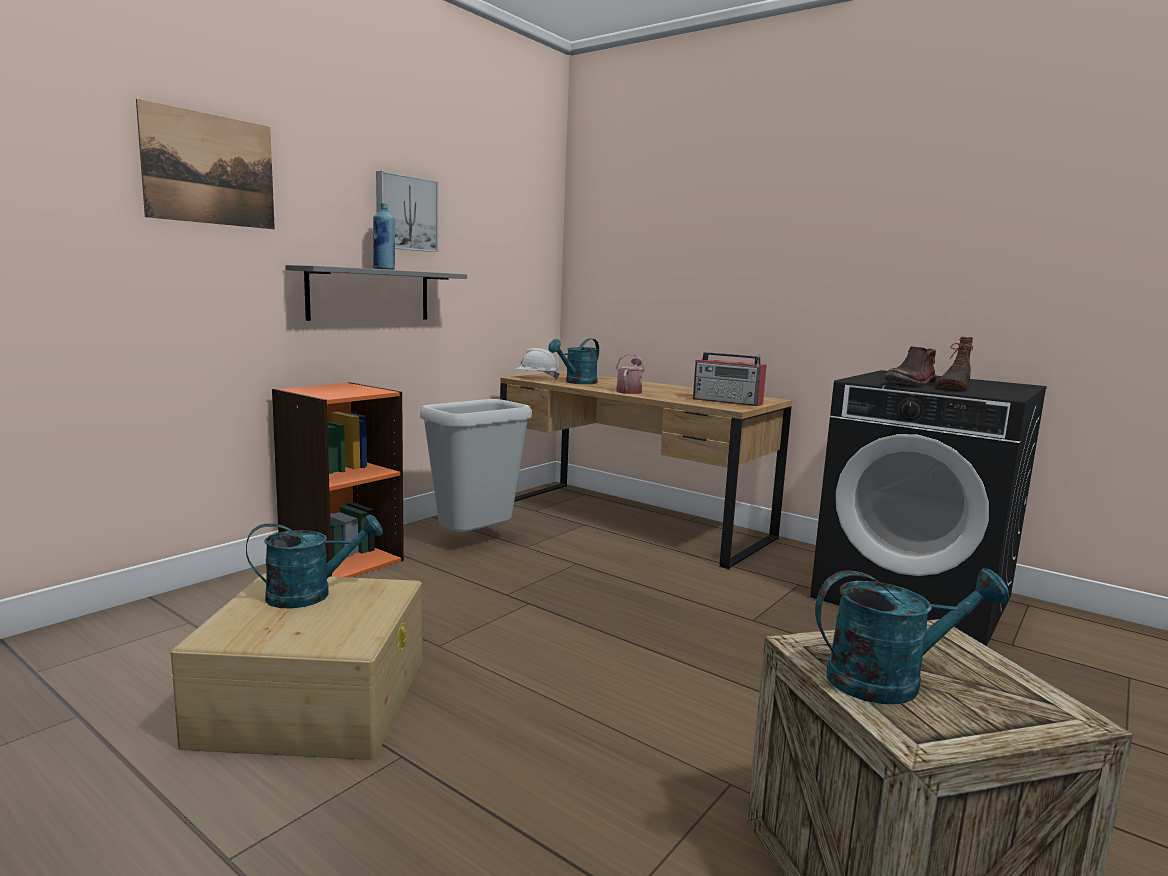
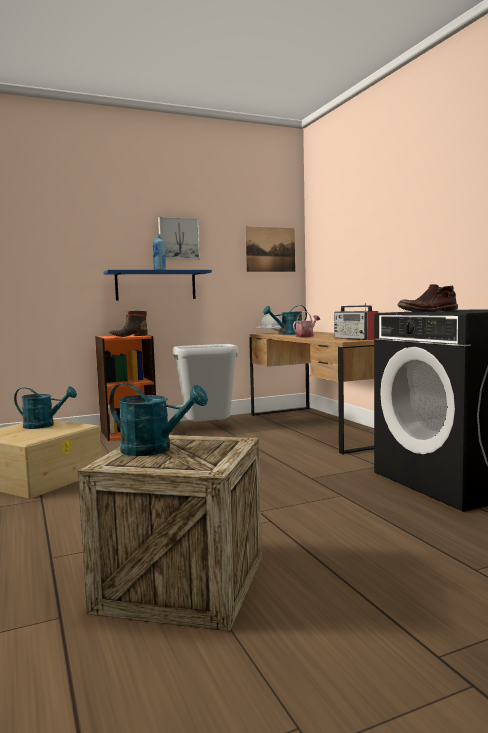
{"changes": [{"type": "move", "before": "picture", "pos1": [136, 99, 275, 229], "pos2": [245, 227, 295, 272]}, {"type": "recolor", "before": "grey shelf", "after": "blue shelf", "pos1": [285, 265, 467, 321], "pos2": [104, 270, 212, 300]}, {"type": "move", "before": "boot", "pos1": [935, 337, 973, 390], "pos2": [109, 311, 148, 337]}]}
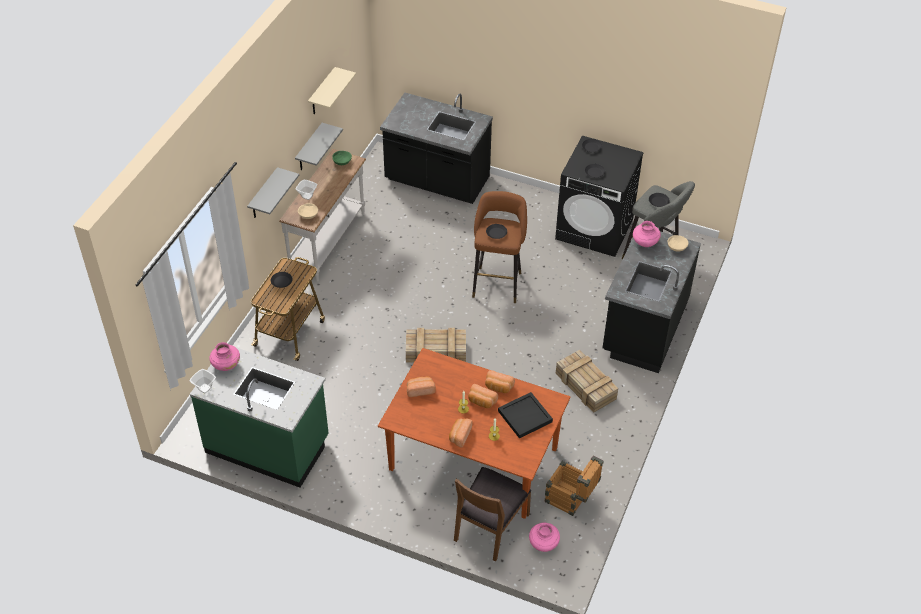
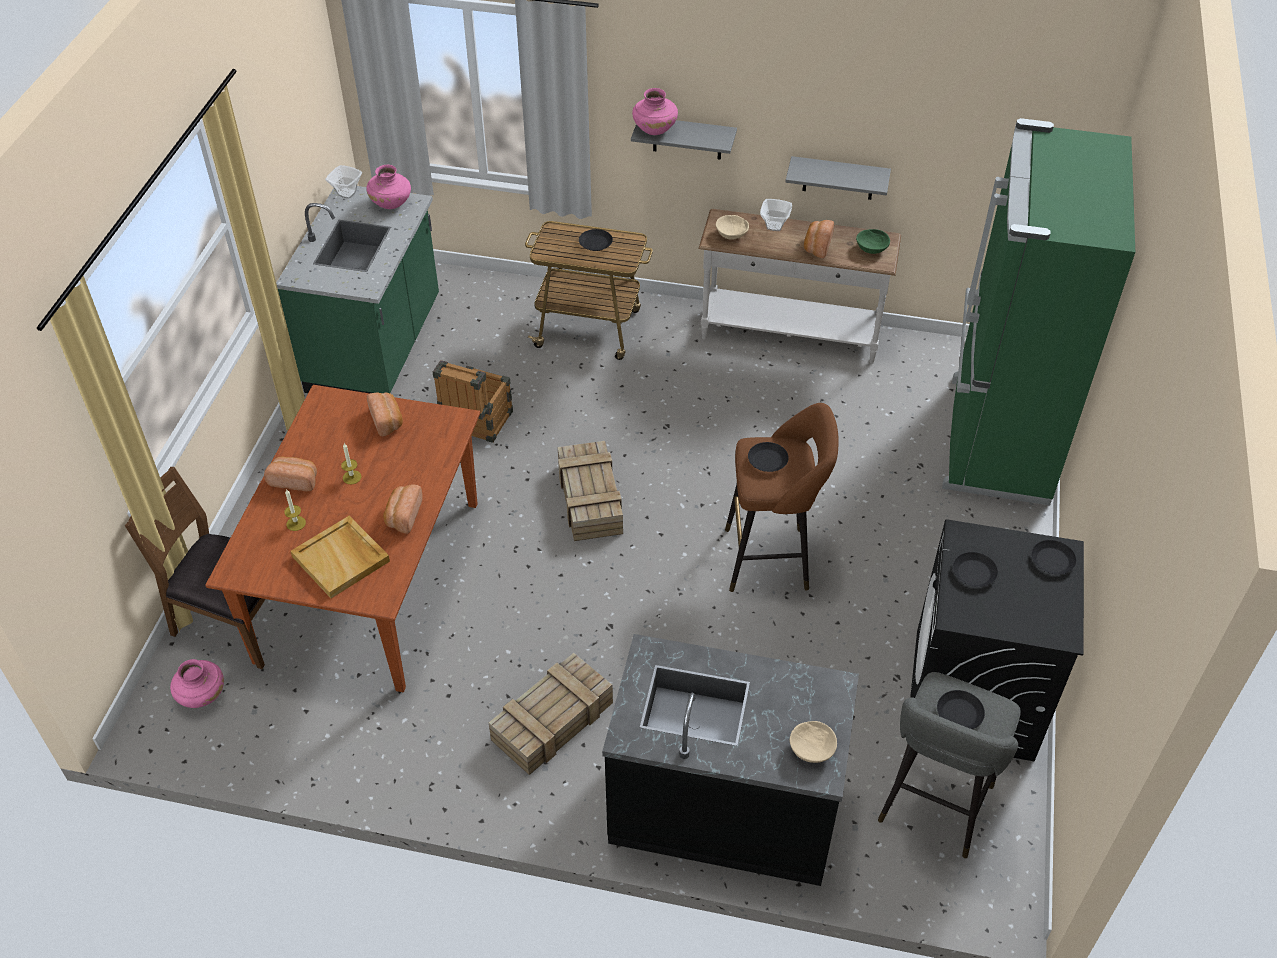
{"changes": [{"type": "delete", "before": "beige shelf", "pos1": [308, 67, 356, 114]}, {"type": "replace", "before": "black counter", "after": "green fridge", "pos1": [380, 93, 493, 204], "pos2": [942, 118, 1135, 505]}, {"type": "move", "before": "bread", "pos1": [468, 384, 498, 408], "pos2": [804, 220, 834, 258]}, {"type": "recolor", "before": "black tray", "after": "beige tray", "pos1": [498, 392, 553, 439], "pos2": [291, 516, 390, 598]}, {"type": "move", "before": "crate", "pos1": [545, 456, 604, 516], "pos2": [433, 360, 513, 443]}, {"type": "move", "before": "pink vase", "pos1": [633, 221, 661, 247], "pos2": [632, 88, 678, 135]}]}
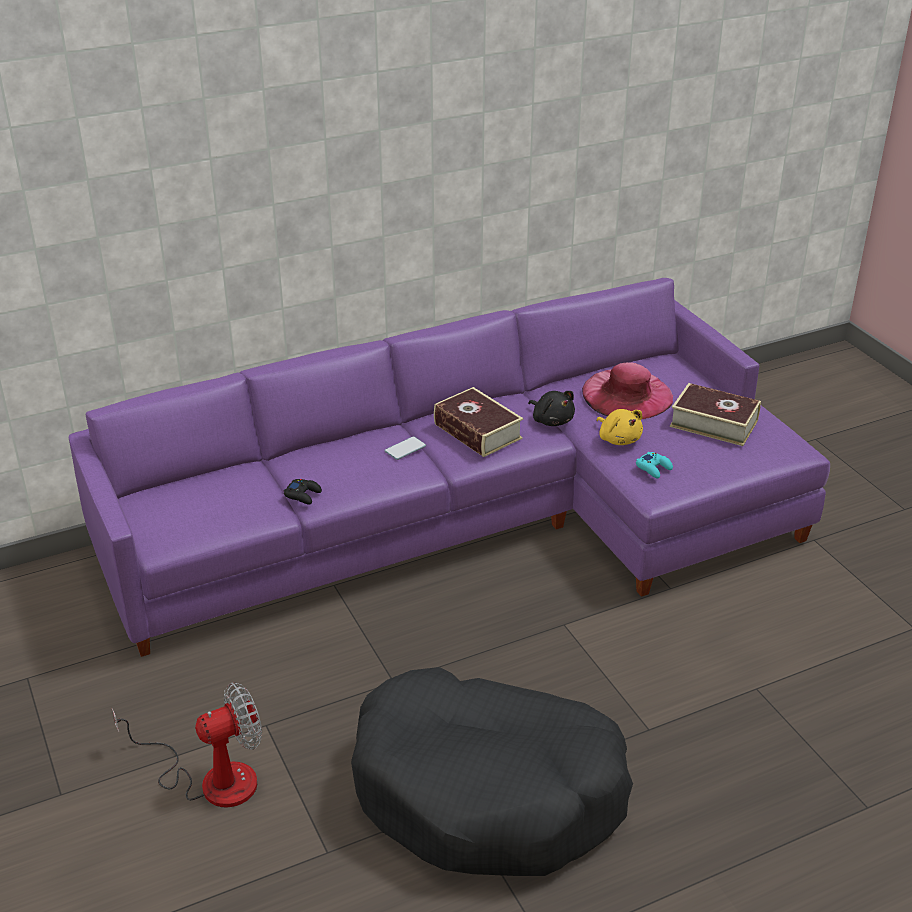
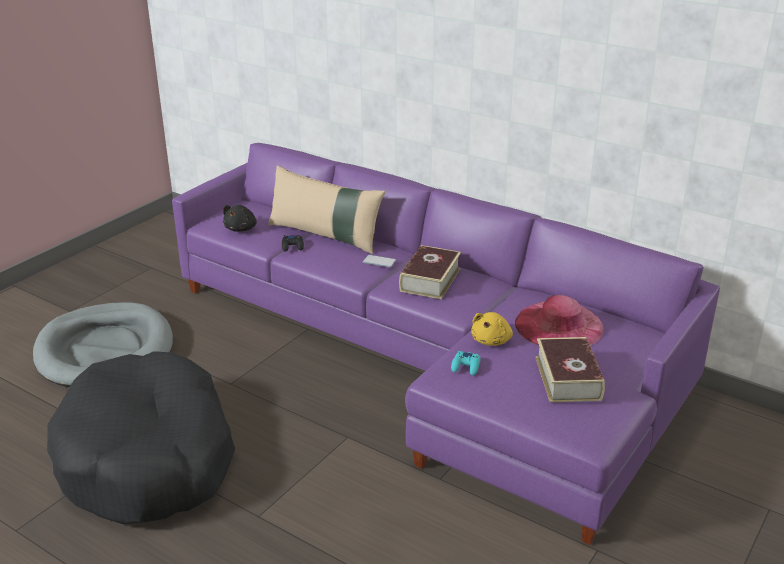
{"changes": [{"type": "replace", "before": "fan", "after": "grey dog bed", "pos1": [112, 682, 262, 807], "pos2": [33, 302, 173, 387]}, {"type": "move", "before": "black plush toy", "pos1": [528, 391, 575, 426], "pos2": [223, 205, 257, 232]}, {"type": "insert", "after": "beige pillow", "pos2": [268, 165, 385, 254]}]}
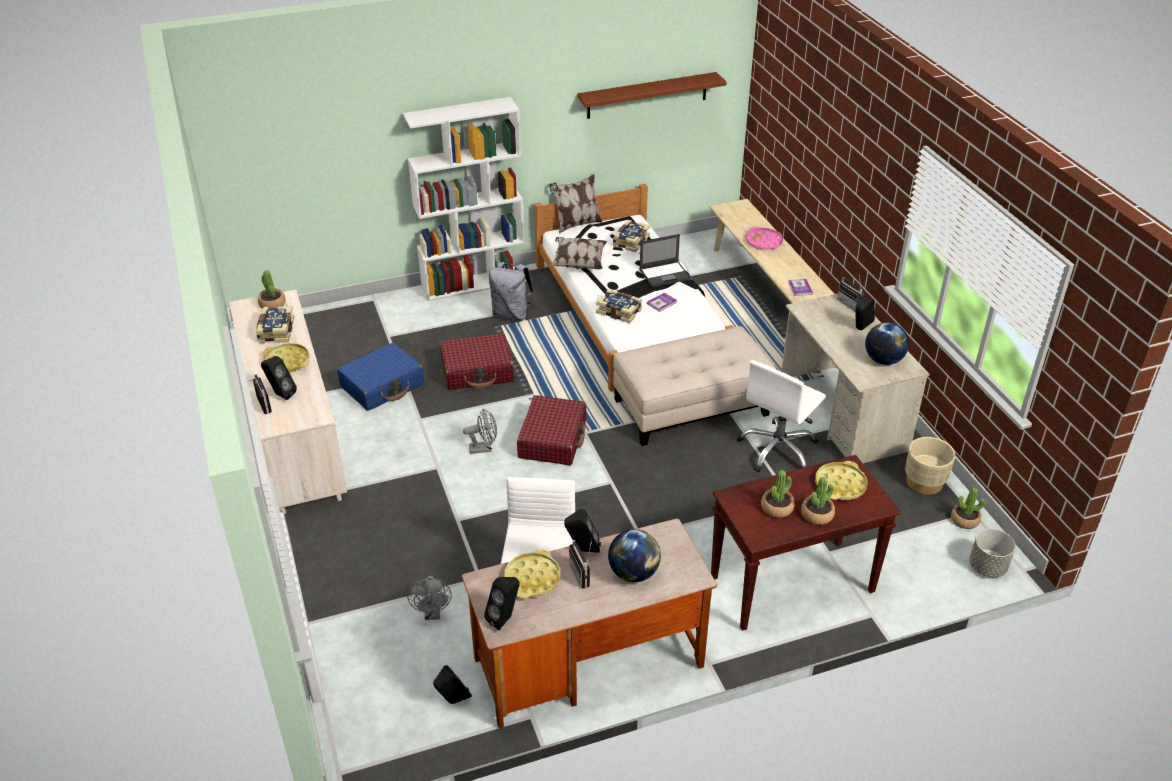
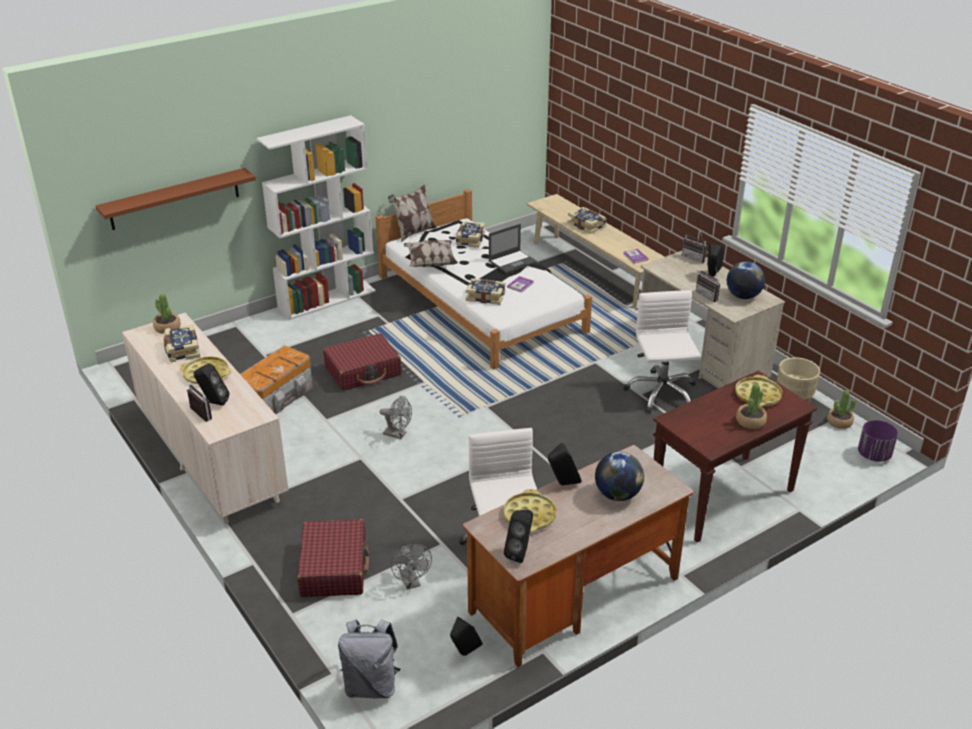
{"changes": [{"type": "replace", "before": "blue suitcase", "after": "storage box", "pos1": [337, 343, 424, 411], "pos2": [240, 345, 313, 414]}, {"type": "rotate", "before": "grey fan", "pos1": [463, 408, 497, 454], "pos2": [380, 396, 412, 439], "turn": 45}, {"type": "move", "before": "grey backpack", "pos1": [489, 262, 534, 320], "pos2": [338, 619, 400, 698]}, {"type": "move", "before": "red suitcase", "pos1": [517, 395, 586, 465], "pos2": [298, 519, 369, 597]}, {"type": "move", "before": "radio", "pos1": [569, 539, 592, 589], "pos2": [696, 265, 720, 302]}, {"type": "move", "before": "brown shelf", "pos1": [577, 72, 727, 119], "pos2": [95, 168, 256, 230]}, {"type": "delete", "before": "beige ottoman", "pos1": [613, 326, 777, 446]}, {"type": "rotate", "before": "white office chair", "pos1": [737, 360, 826, 472], "pos2": [624, 290, 701, 413], "turn": 150}, {"type": "replace", "before": "pink tray", "after": "book", "pos1": [745, 227, 783, 250], "pos2": [568, 207, 607, 234]}, {"type": "delete", "before": "potted plant", "pos1": [761, 470, 794, 518]}, {"type": "recolor", "before": "grey planter", "after": "purple planter", "pos1": [969, 529, 1015, 578], "pos2": [858, 420, 898, 462]}]}
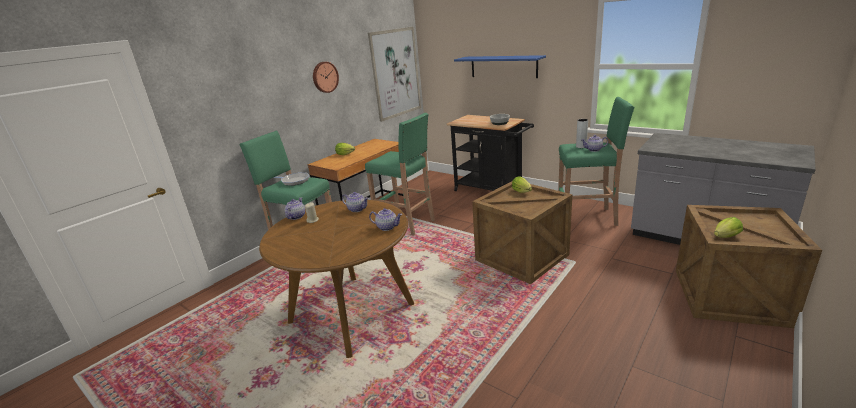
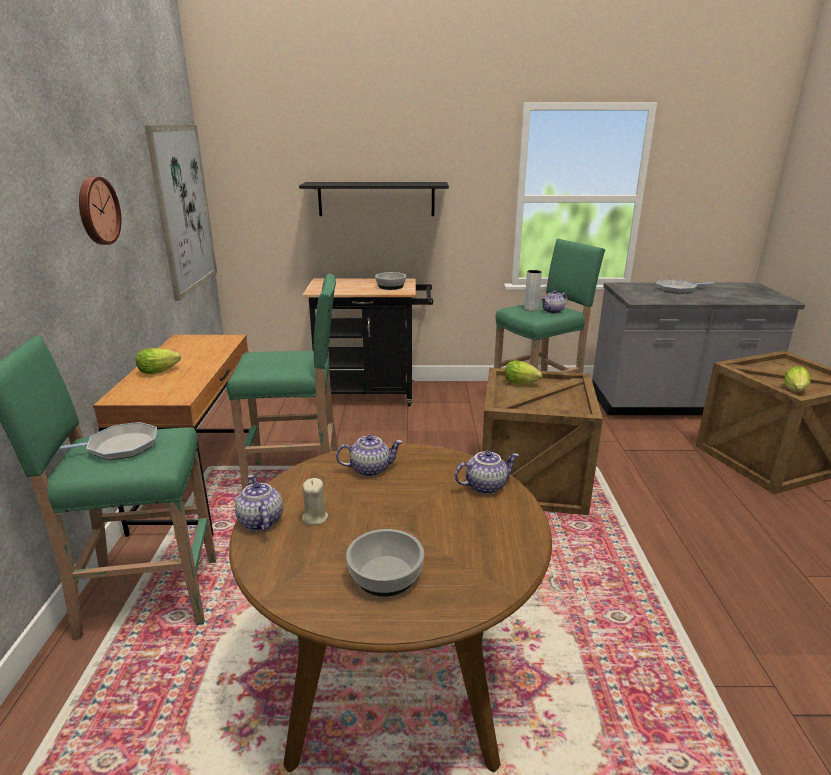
{"changes": [{"type": "recolor", "before": "blue shelf", "after": "black shelf", "pos1": [454, 55, 546, 78], "pos2": [299, 182, 449, 216]}, {"type": "insert", "after": "bowl", "pos2": [346, 529, 424, 597]}, {"type": "insert", "after": "frying pan", "pos2": [656, 279, 714, 294]}]}
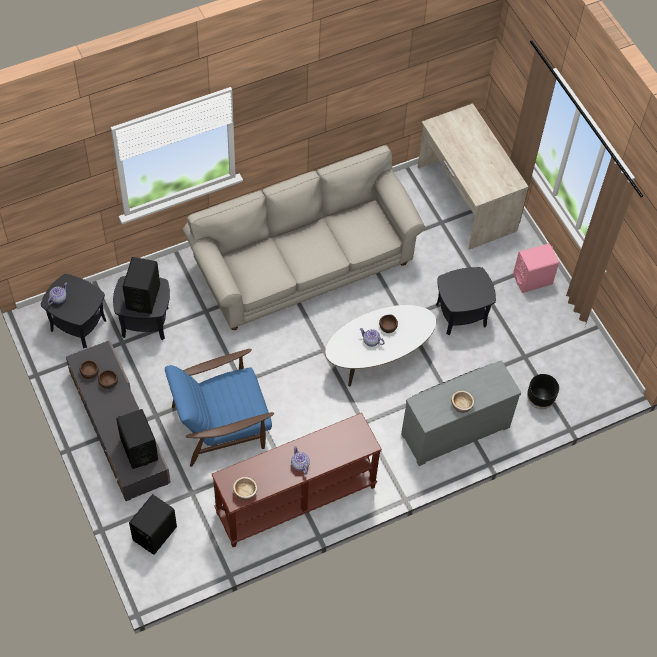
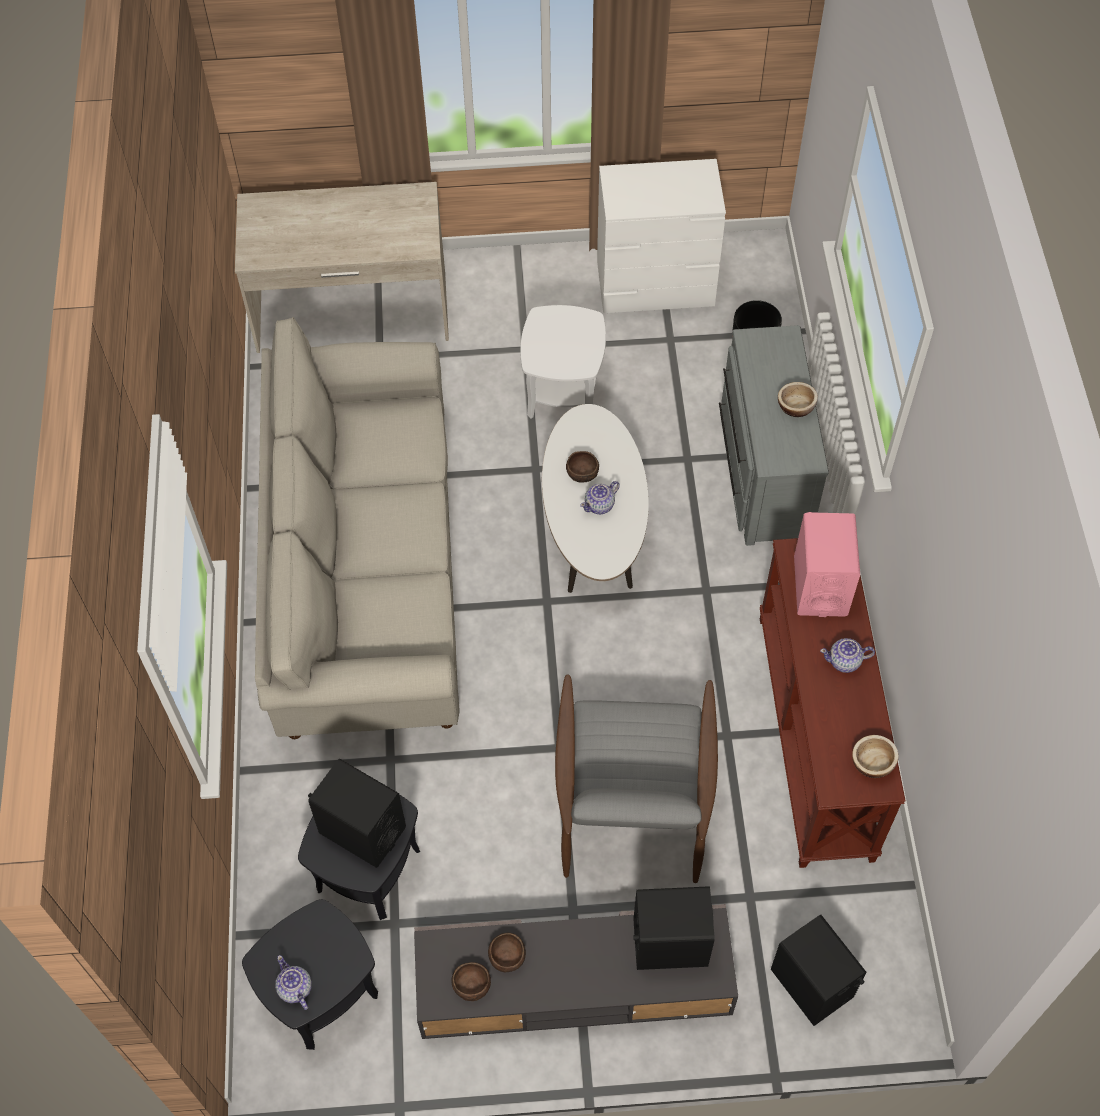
{"changes": [{"type": "recolor", "before": "blue armchair", "after": "grey armchair", "pos1": [165, 349, 274, 467], "pos2": [555, 674, 718, 883]}, {"type": "recolor", "before": "black side table", "after": "white side table", "pos1": [436, 267, 496, 335], "pos2": [520, 305, 606, 419]}, {"type": "move", "before": "pink speaker", "pos1": [513, 243, 559, 293], "pos2": [794, 512, 860, 617]}, {"type": "insert", "after": "white dresser", "pos2": [597, 159, 726, 313]}]}
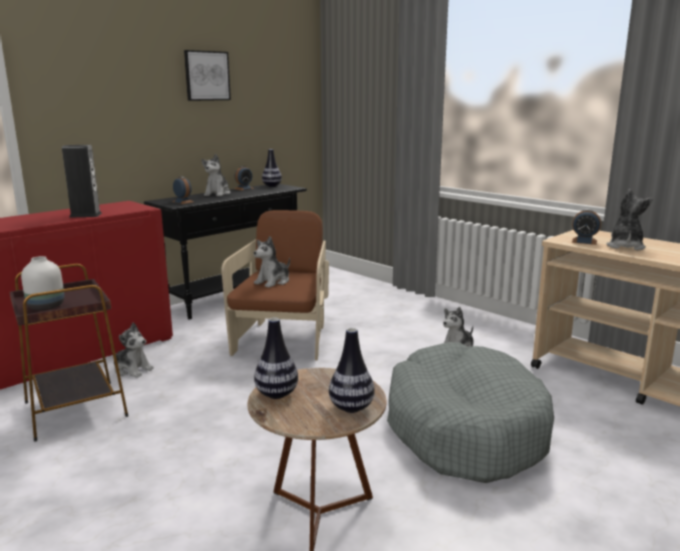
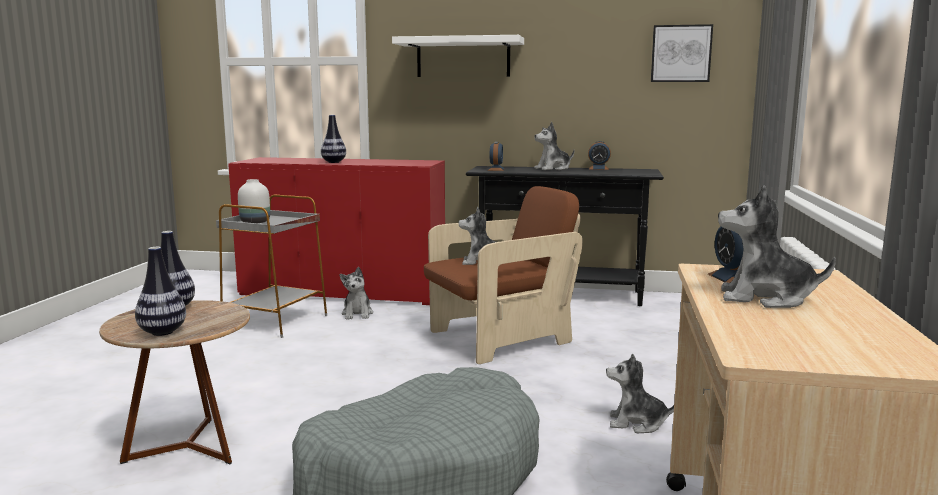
{"changes": [{"type": "recolor", "before": "brown side table", "after": "grey side table", "pos1": [10, 264, 128, 442], "pos2": [216, 195, 327, 338]}, {"type": "delete", "before": "speaker", "pos1": [62, 145, 102, 218]}, {"type": "move", "before": "picture", "pos1": [184, 50, 231, 101], "pos2": [651, 24, 713, 82]}, {"type": "move", "before": "vase", "pos1": [262, 149, 282, 187], "pos2": [321, 115, 346, 163]}, {"type": "rotate", "before": "plush toy", "pos1": [606, 189, 653, 250], "pos2": [718, 185, 836, 308], "turn": -150}, {"type": "insert", "after": "white shelf", "pos2": [392, 35, 524, 77]}]}
